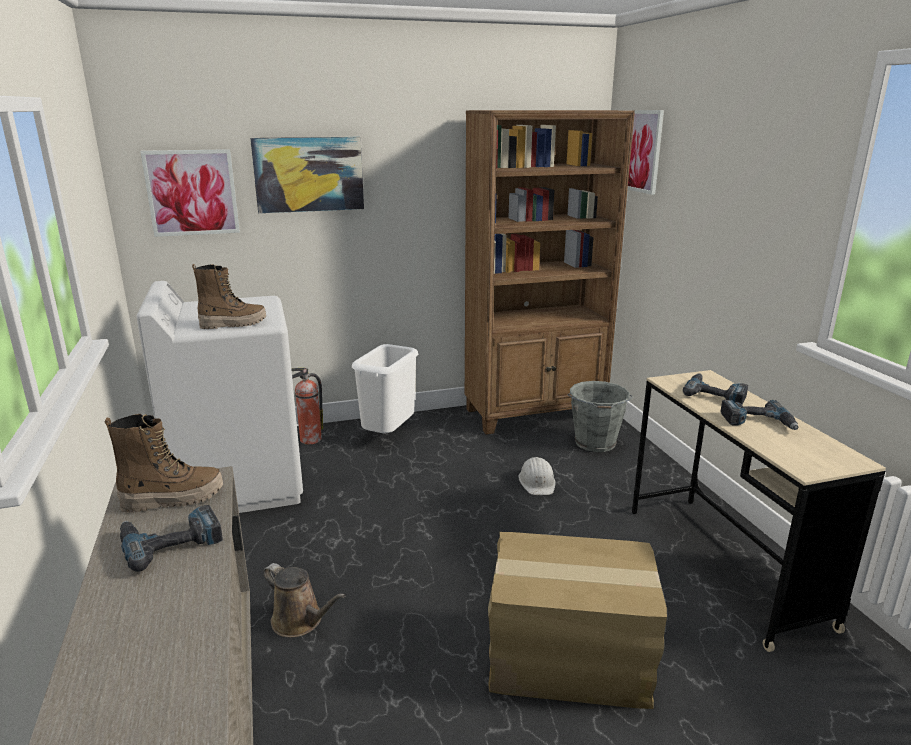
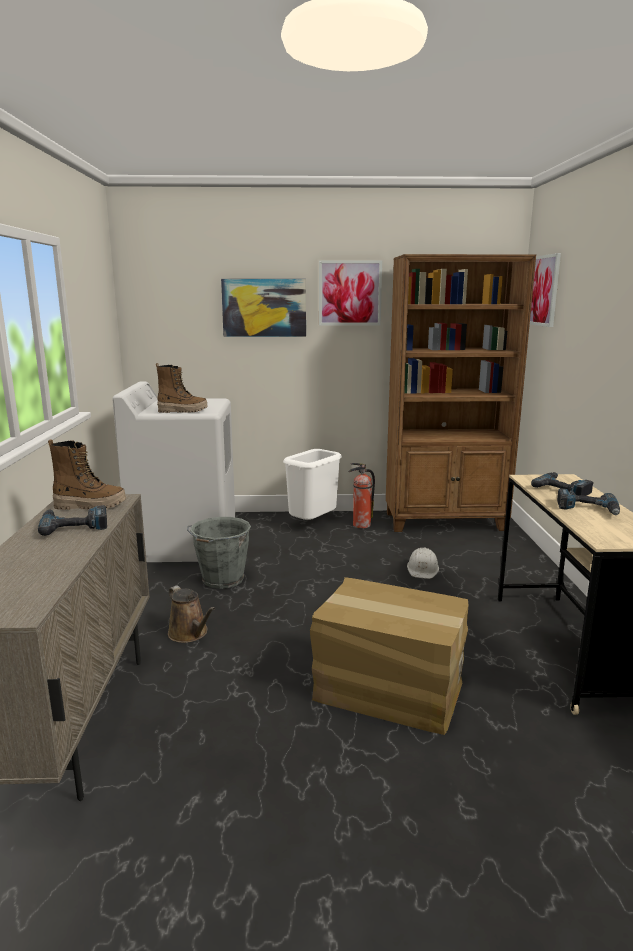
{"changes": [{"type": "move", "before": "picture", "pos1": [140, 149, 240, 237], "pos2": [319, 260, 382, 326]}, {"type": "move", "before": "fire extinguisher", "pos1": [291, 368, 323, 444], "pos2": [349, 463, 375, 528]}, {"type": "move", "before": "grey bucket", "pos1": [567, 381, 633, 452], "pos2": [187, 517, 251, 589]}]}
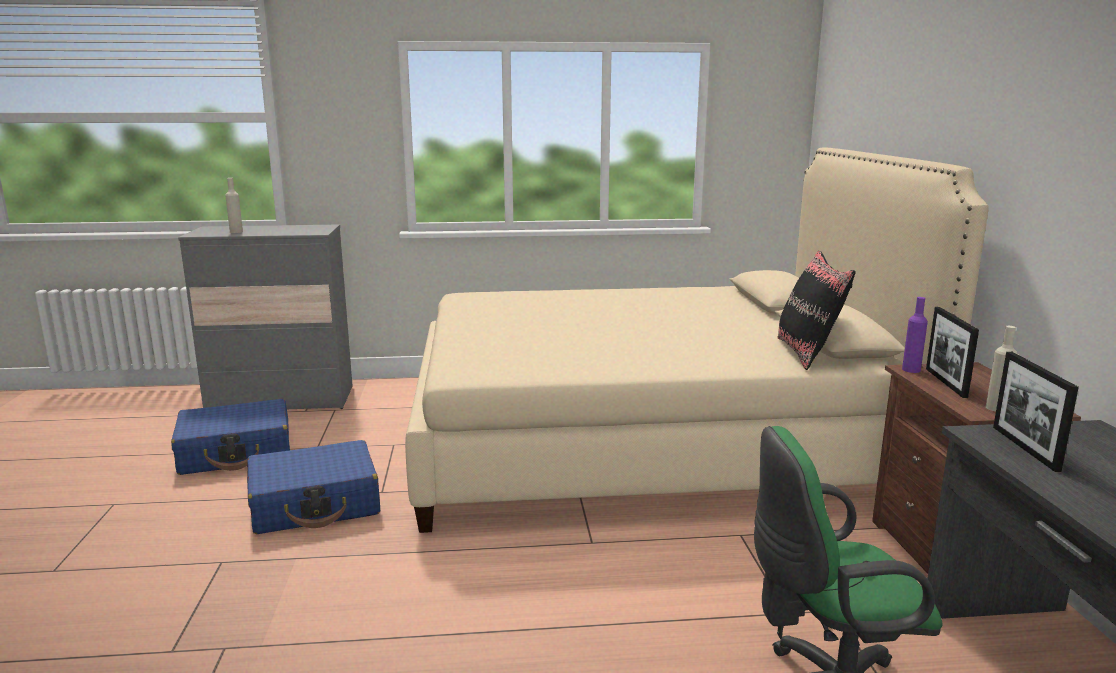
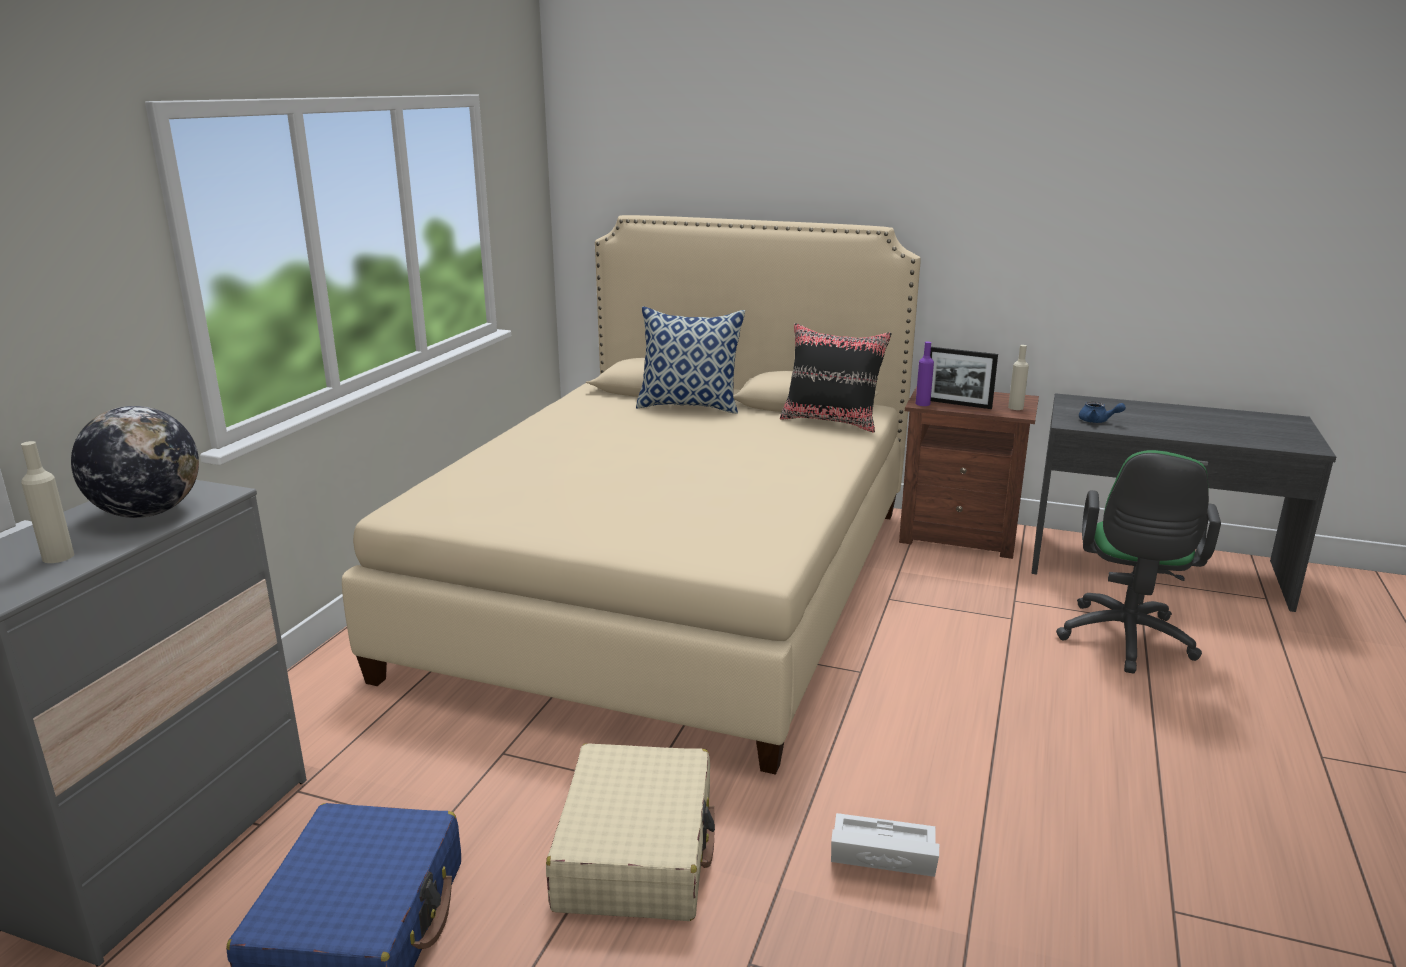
{"changes": [{"type": "recolor", "before": "blue suitcase", "after": "beige suitcase", "pos1": [247, 440, 380, 534], "pos2": [546, 743, 715, 921]}, {"type": "replace", "before": "picture frame", "after": "blue teapot", "pos1": [993, 352, 1079, 472], "pos2": [1079, 402, 1126, 423]}, {"type": "insert", "after": "globe", "pos2": [71, 406, 199, 518]}, {"type": "insert", "after": "pillow", "pos2": [636, 307, 745, 414]}, {"type": "insert", "after": "white storage box", "pos2": [831, 813, 939, 877]}]}
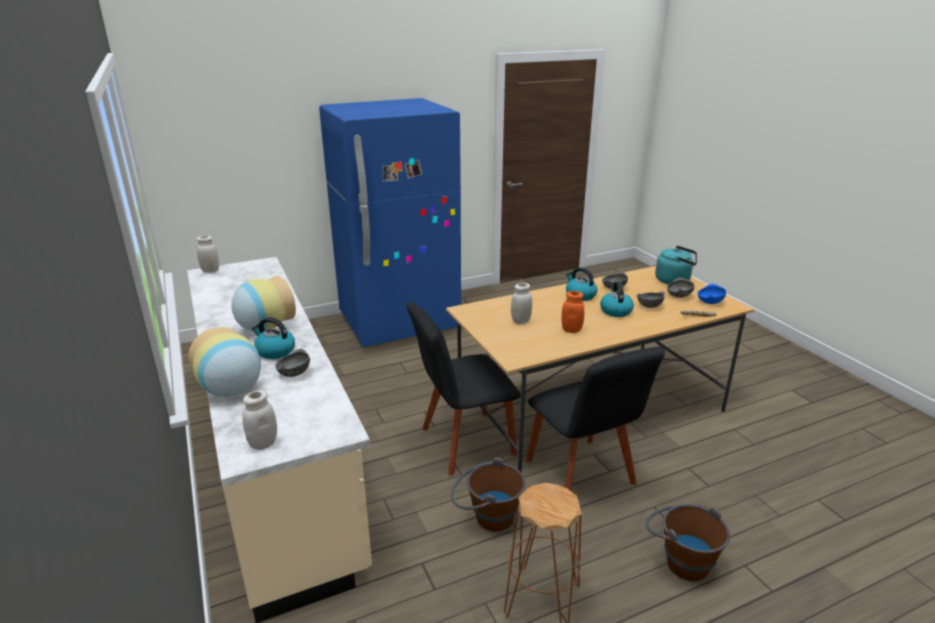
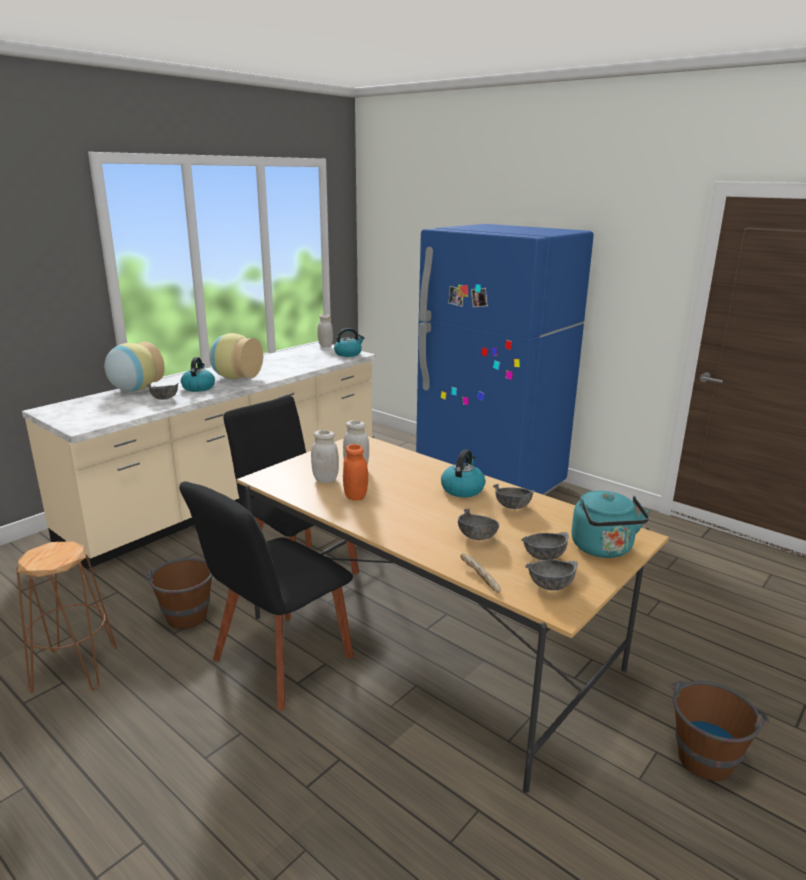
{"changes": [{"type": "move", "before": "white jar", "pos1": [242, 390, 277, 450], "pos2": [311, 430, 339, 483]}, {"type": "move", "before": "kettle", "pos1": [600, 282, 634, 317], "pos2": [334, 328, 365, 357]}, {"type": "move", "before": "brown bucket", "pos1": [646, 504, 730, 581], "pos2": [672, 681, 769, 781]}, {"type": "recolor", "before": "blue bowl", "after": "grey bowl", "pos1": [698, 284, 726, 304], "pos2": [525, 560, 578, 590]}]}
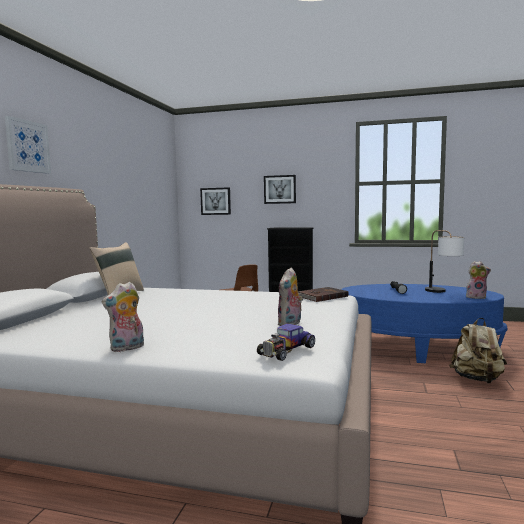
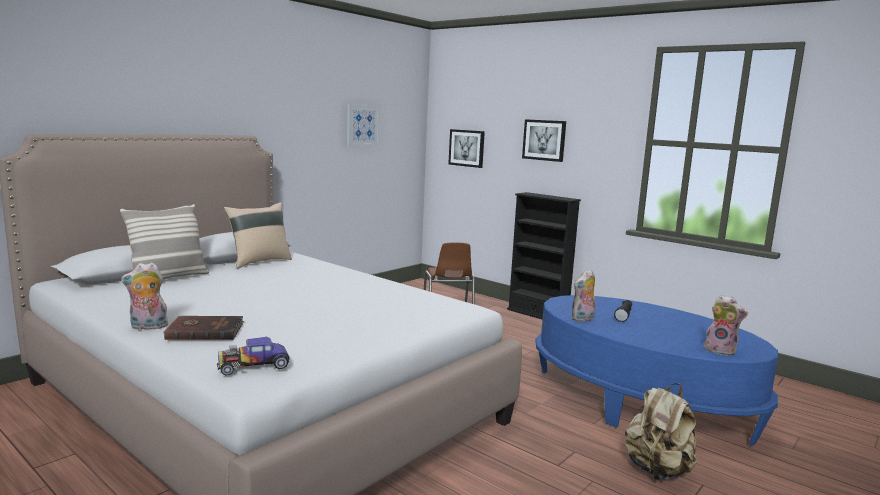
{"changes": [{"type": "move", "before": "picture", "pos1": [5, 116, 51, 174], "pos2": [347, 104, 380, 146]}, {"type": "move", "before": "plush toy", "pos1": [278, 268, 303, 326], "pos2": [571, 269, 596, 322]}, {"type": "move", "before": "brown book", "pos1": [298, 287, 349, 302], "pos2": [163, 316, 244, 340]}, {"type": "delete", "before": "table lamp", "pos1": [425, 230, 464, 293]}, {"type": "insert", "after": "pillow", "pos2": [120, 204, 209, 280]}]}
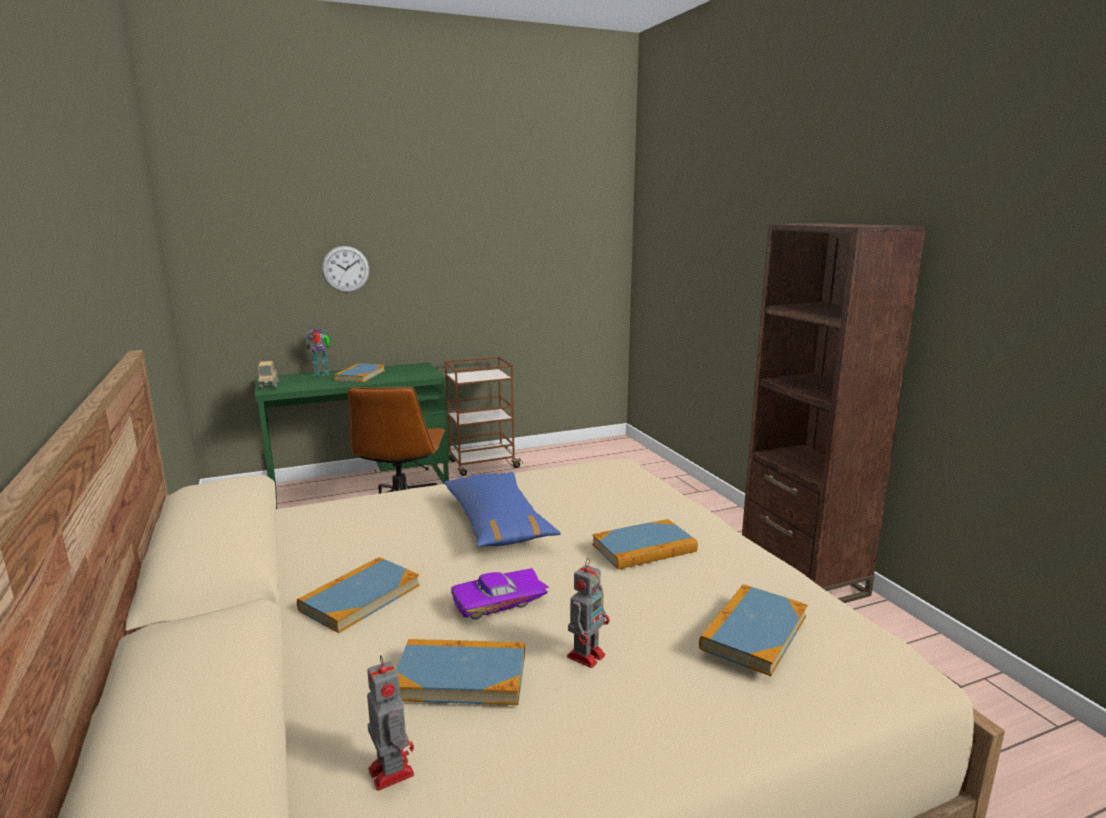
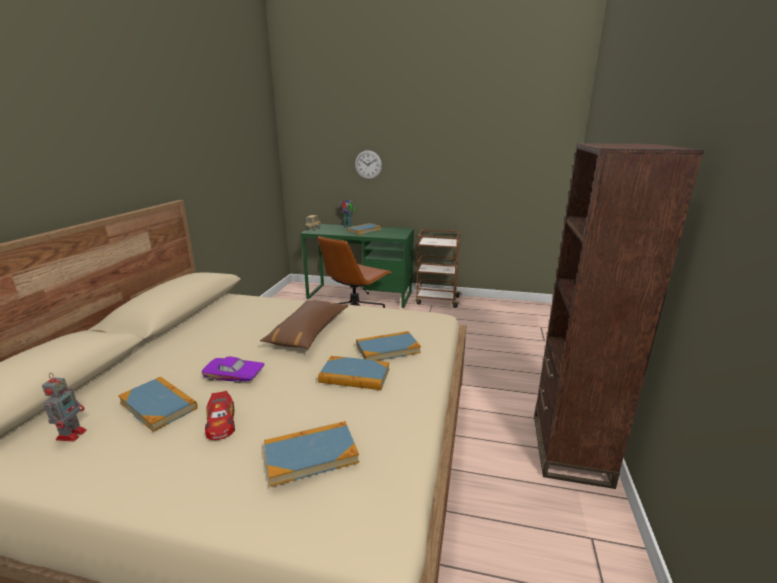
{"changes": [{"type": "move", "before": "book", "pos1": [297, 557, 420, 633], "pos2": [356, 331, 421, 361]}, {"type": "recolor", "before": "blue pillow", "after": "brown pillow", "pos1": [443, 472, 561, 547], "pos2": [260, 300, 349, 349]}, {"type": "replace", "before": "toy robot", "after": "toy car", "pos1": [567, 558, 610, 668], "pos2": [205, 391, 235, 440]}]}
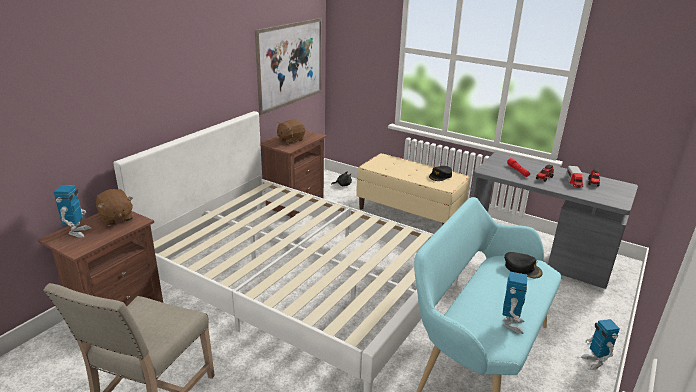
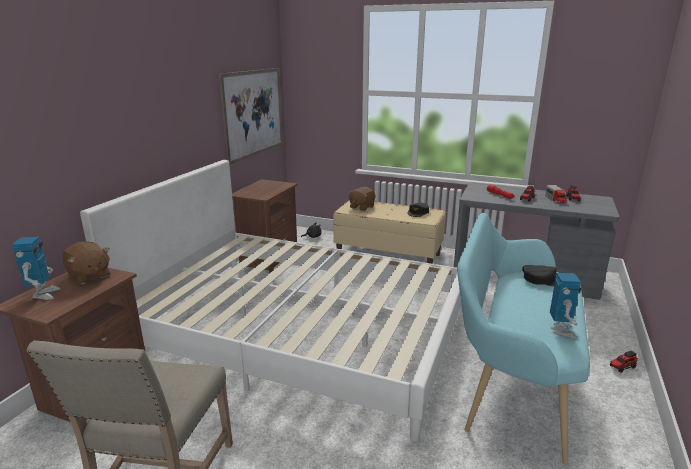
{"changes": [{"type": "move", "before": "brown plush toy", "pos1": [277, 119, 305, 144], "pos2": [348, 187, 376, 211]}, {"type": "replace", "before": "toy robot", "after": "toy truck", "pos1": [581, 319, 620, 370], "pos2": [610, 351, 638, 373]}]}
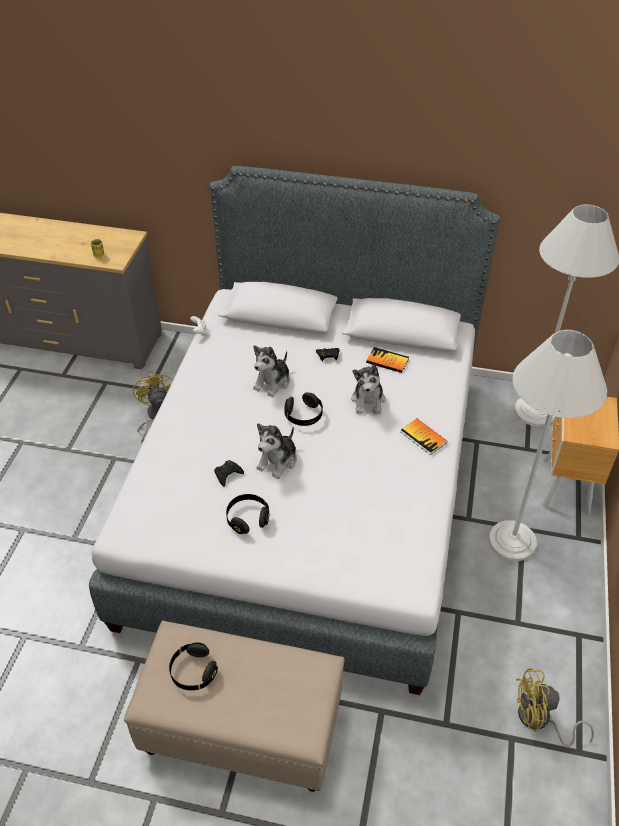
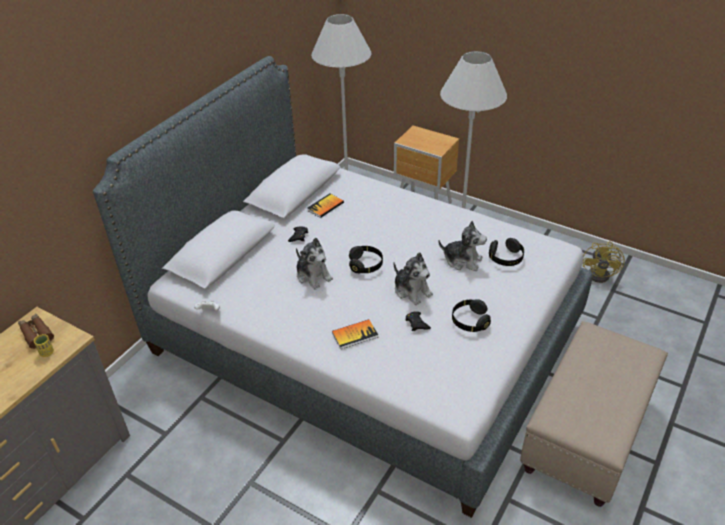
{"changes": [{"type": "delete", "before": "yellow fan", "pos1": [133, 371, 173, 443]}, {"type": "move", "before": "black headphones", "pos1": [169, 642, 218, 691], "pos2": [489, 238, 524, 266]}, {"type": "move", "before": "plush toy", "pos1": [351, 365, 385, 415], "pos2": [438, 221, 487, 271]}, {"type": "move", "before": "book", "pos1": [401, 419, 447, 455], "pos2": [332, 319, 378, 349]}, {"type": "insert", "after": "brown binoculars", "pos2": [18, 314, 54, 349]}]}
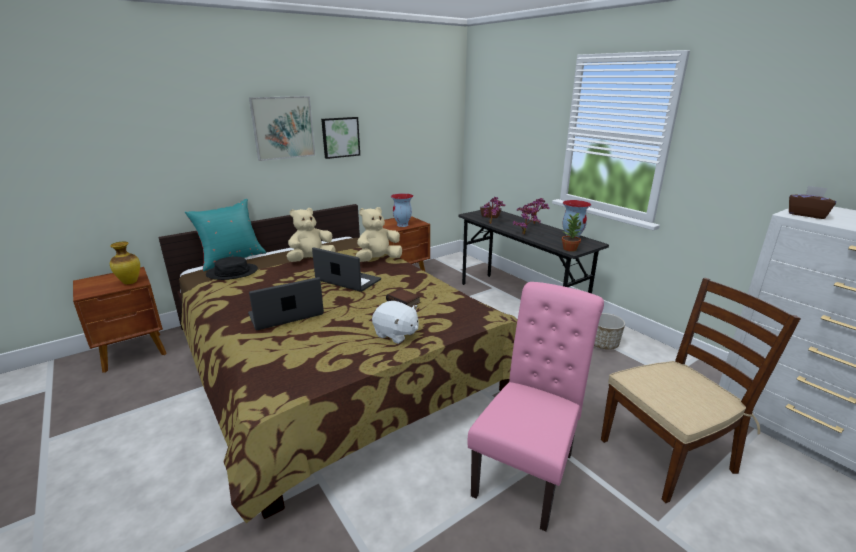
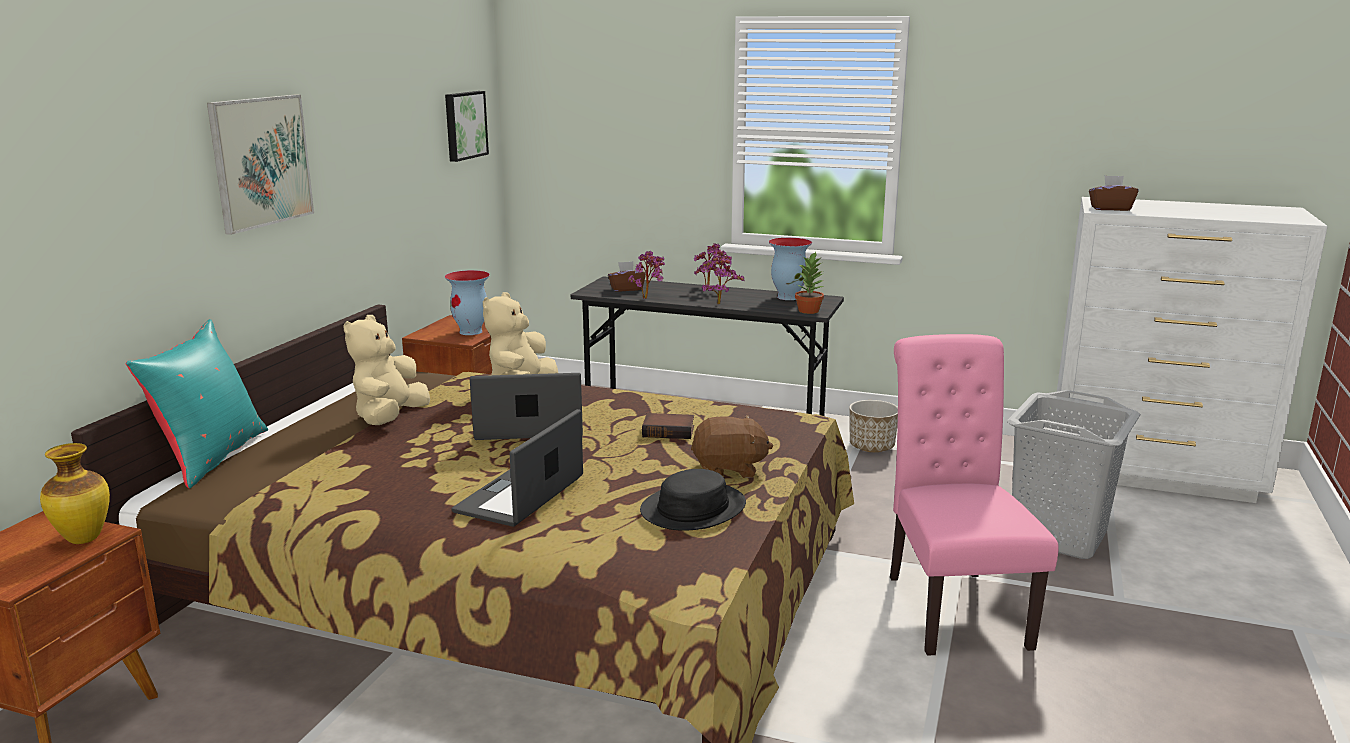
{"changes": [{"type": "move", "before": "black hat", "pos1": [206, 257, 258, 280], "pos2": [640, 469, 746, 531]}, {"type": "move", "before": "picture", "pos1": [321, 117, 360, 159], "pos2": [445, 91, 489, 162]}, {"type": "recolor", "before": "white plush toy", "after": "brown plush toy", "pos1": [372, 301, 419, 344], "pos2": [691, 415, 773, 478]}, {"type": "replace", "before": "brown chair", "after": "grey laundry basket", "pos1": [601, 278, 801, 503], "pos2": [1007, 390, 1140, 559]}]}
